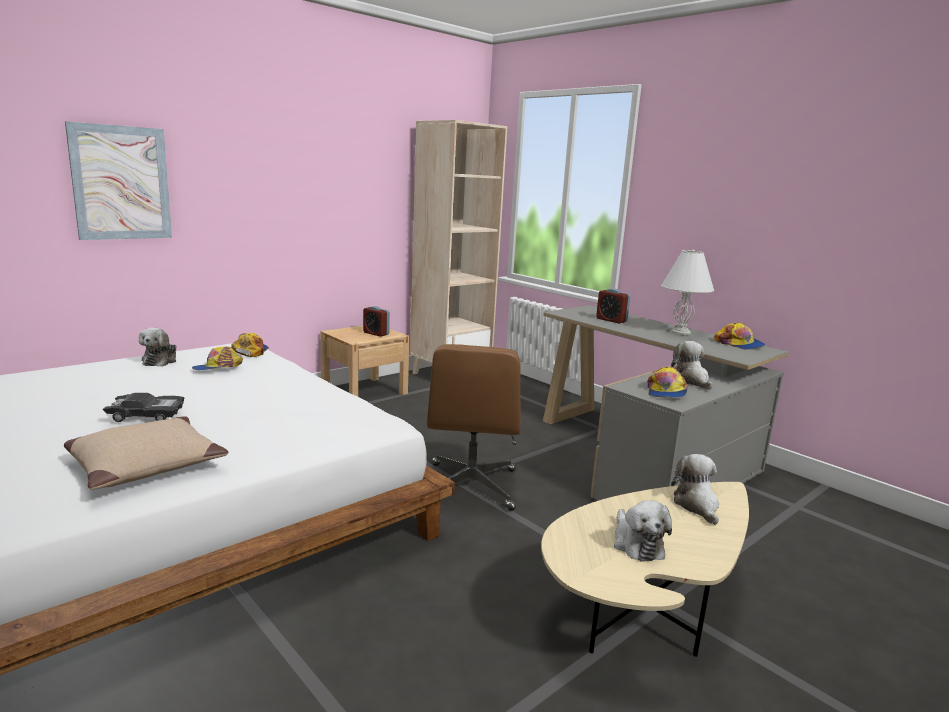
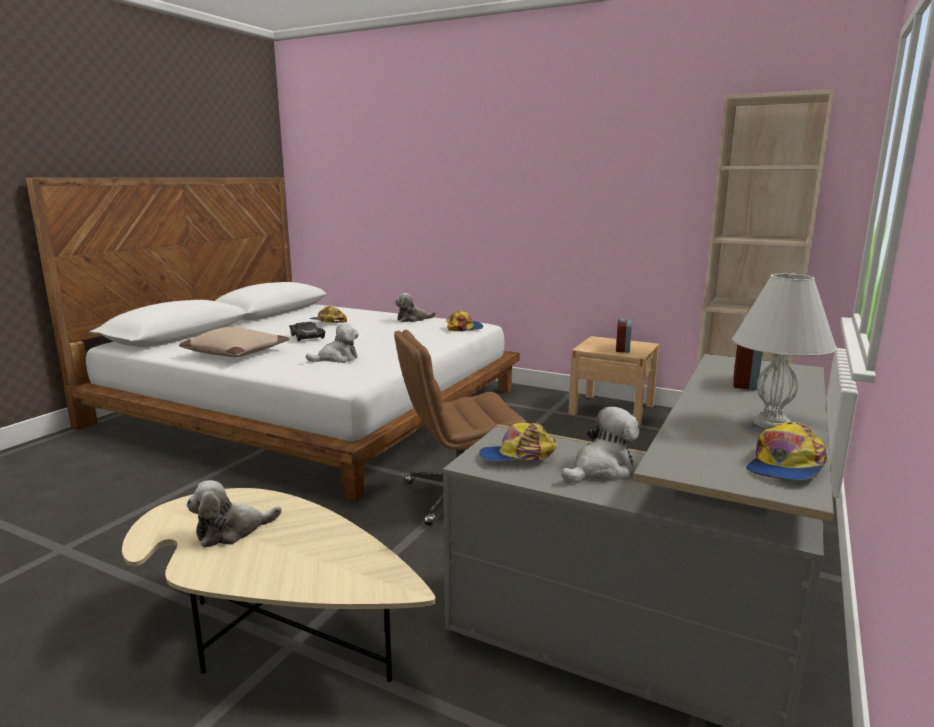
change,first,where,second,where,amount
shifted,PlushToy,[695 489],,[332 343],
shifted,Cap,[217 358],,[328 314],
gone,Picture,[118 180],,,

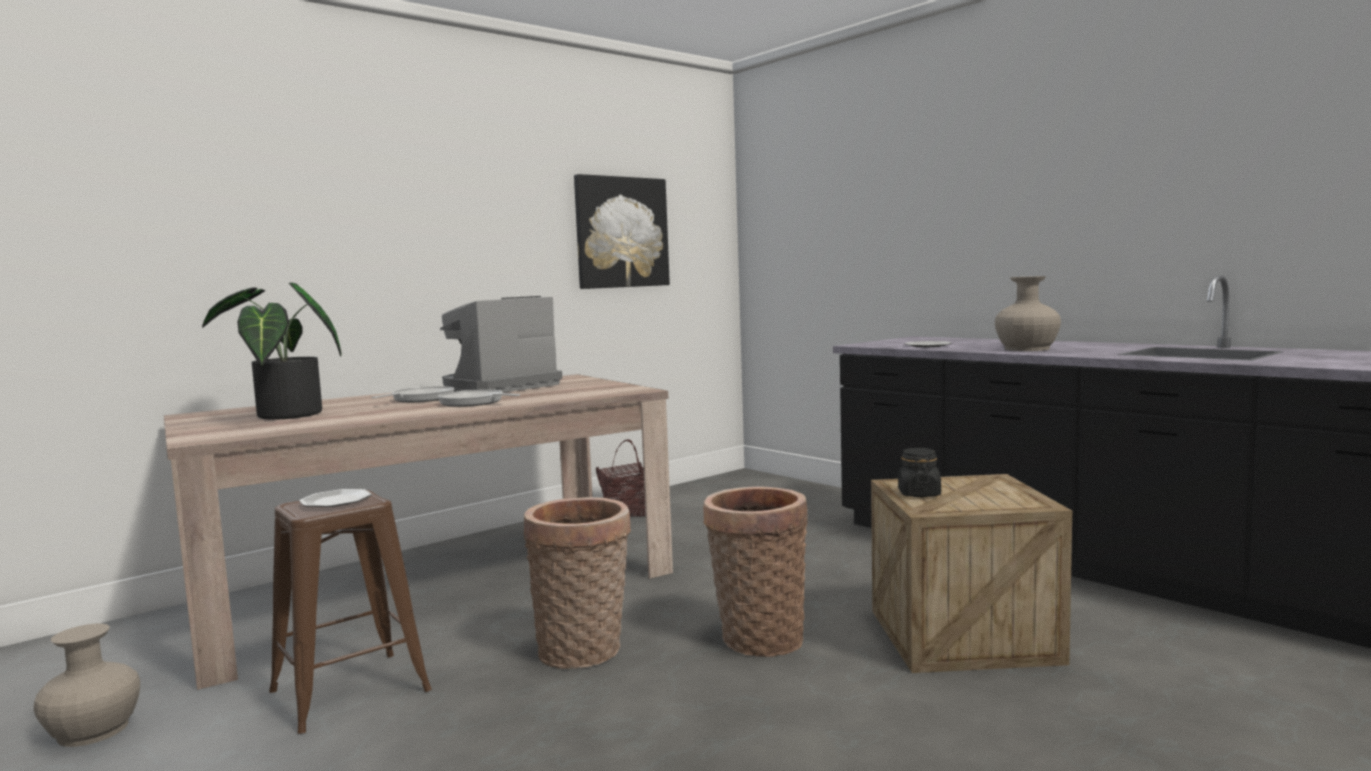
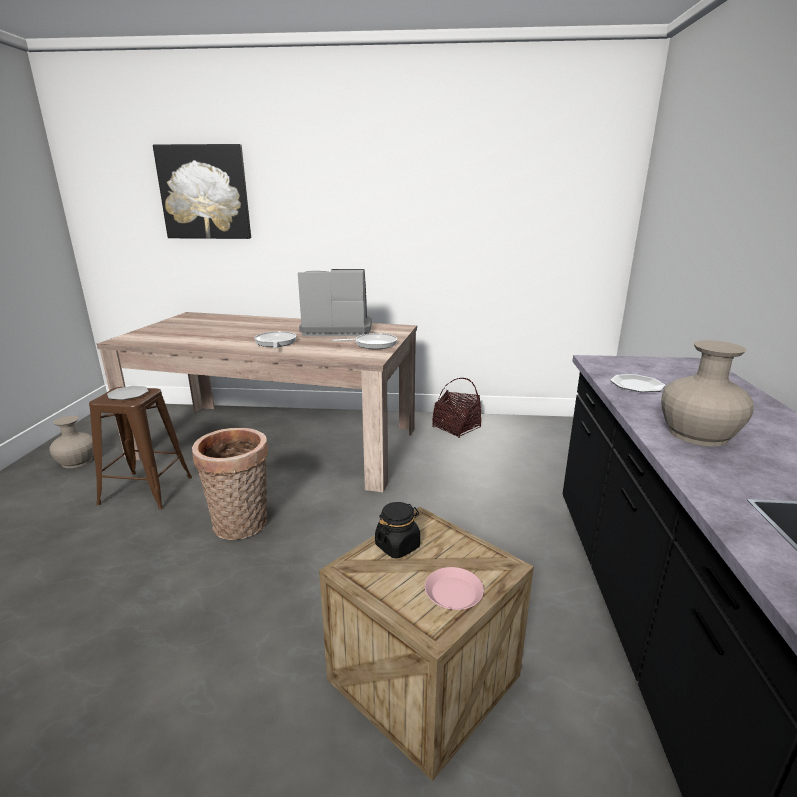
change,first,where,second,where,amount
shifted,Picture,[622 231],,[202 191],
shifted,FryingPan,[412 394],,[365 341],
new,,,PinkPlate,[454 588],
gone,PottedPlant,[271 351],,,
gone,Basket,[755 571],,,

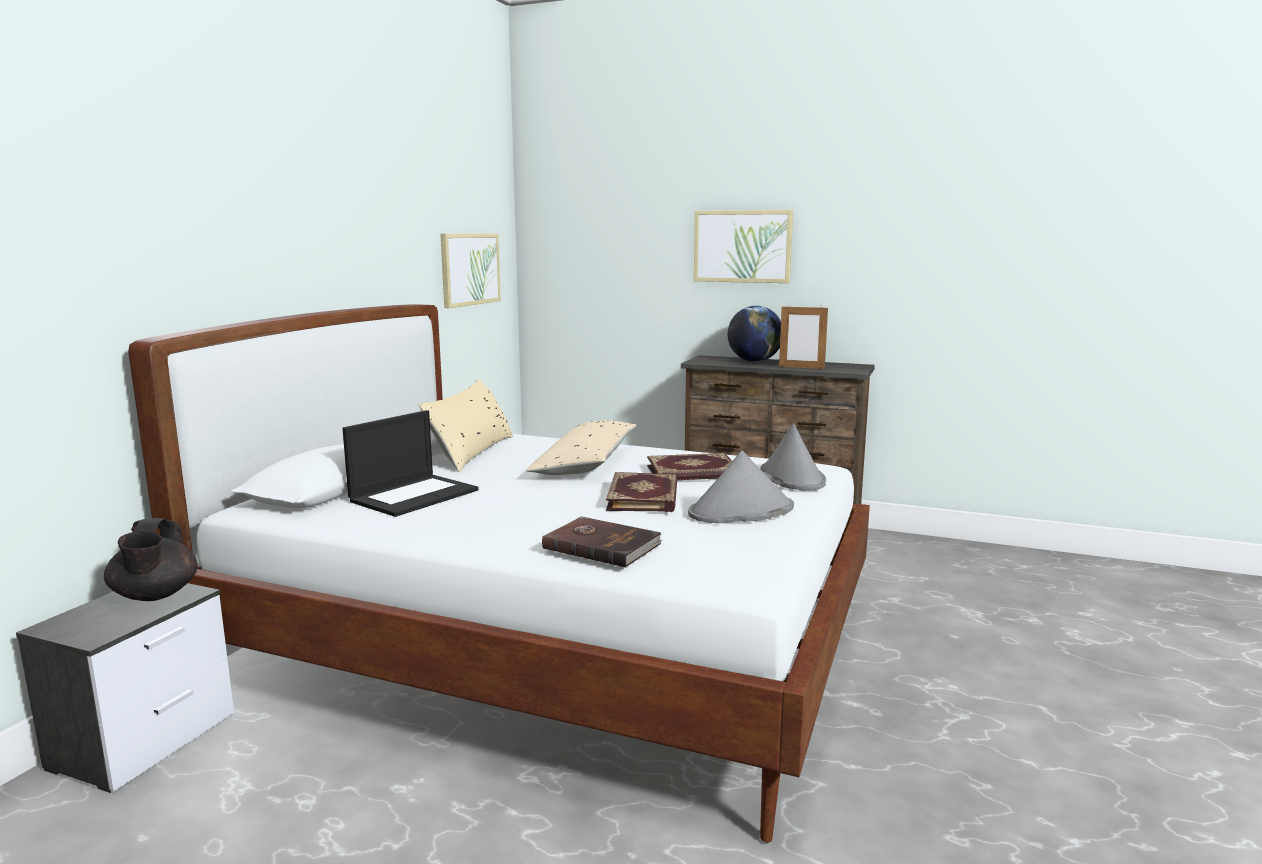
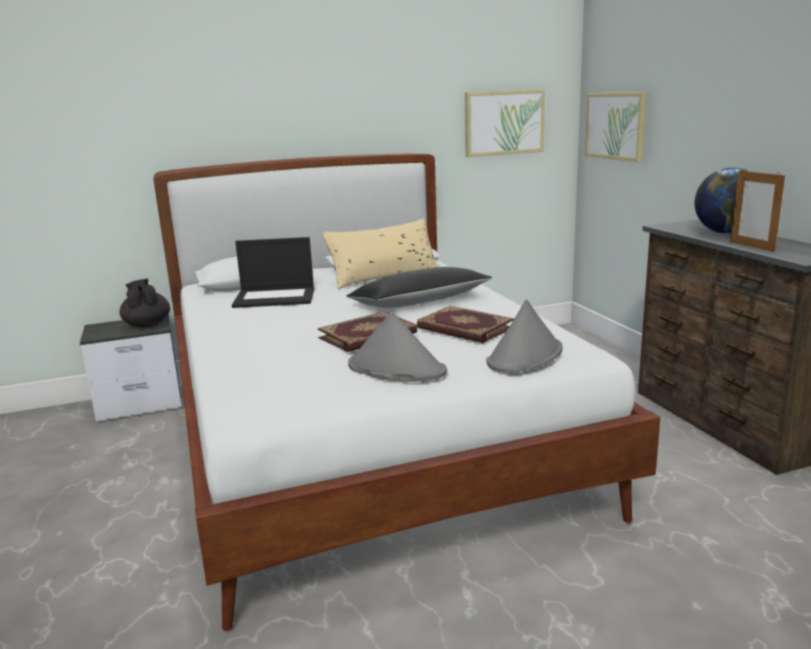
change,first,where,second,where,amount
rotated,BlackTeapot,[150 559],,[144 303],120 degrees clockwise
repainted,BeigePillow,[581 447],BlackPillow,[419 287],
shifted,Picture,[743 246],,[616 127],
gone,BrownBook,[602 541],,,

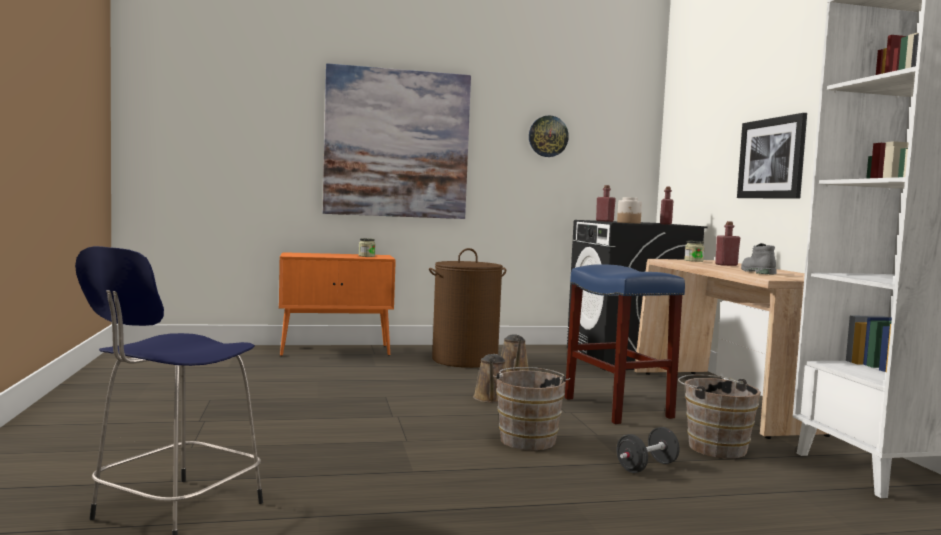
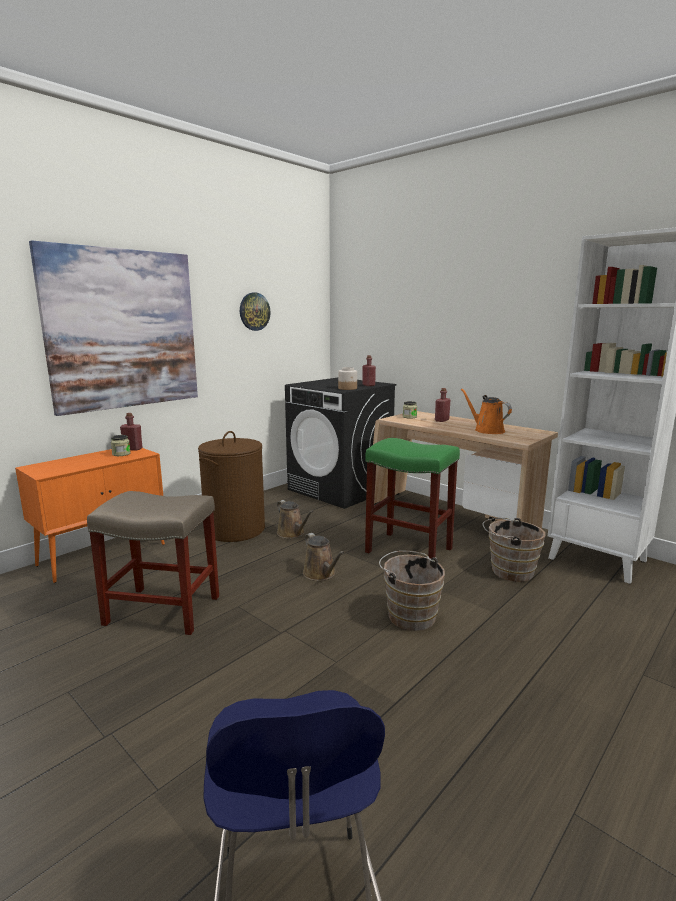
change,first,where,second,where,amount
new,,,BeigeStool,[153 563],
shifted,RedBottle,[606 203],,[131 432],
repainted,BlueStool,[625 344],GreenStool,[412 498],
swapped,GreyBoot,[759 258],OrangeWateringCan,[486 411],
gone,BlackDumbbell,[648 450],,,
gone,Picture,[772 155],,,

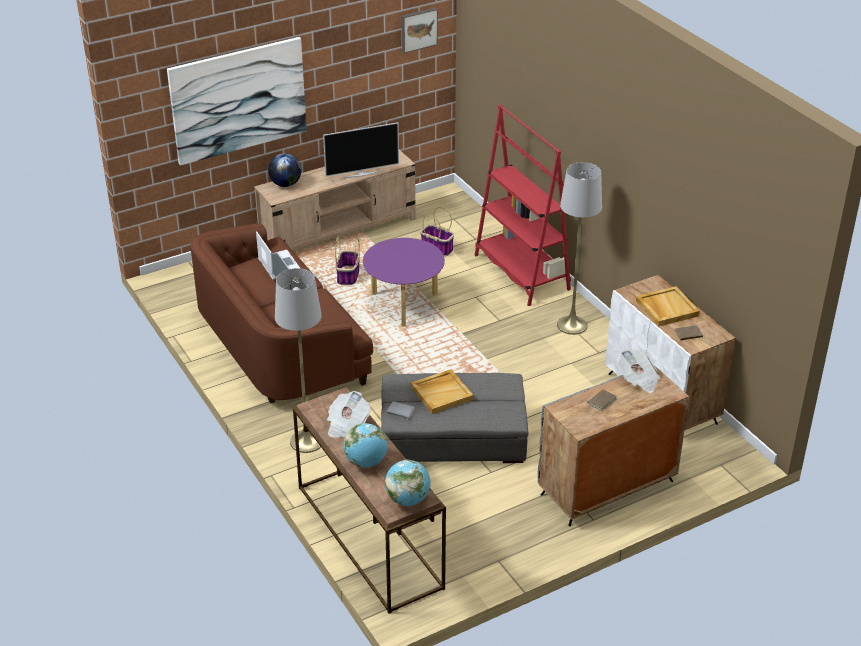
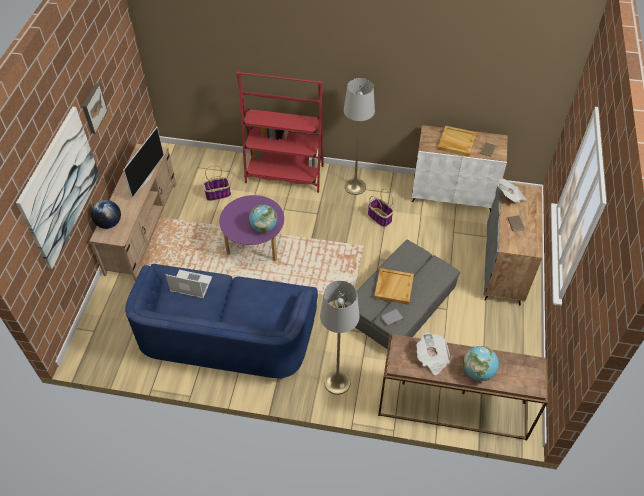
change,first,where,second,where,amount
shifted,Picture,[419 30],,[95 108],
repainted,BrownSofa,[282 313],BlueSofa,[221 321],
shifted,Globe,[408 483],,[263 219],
shifted,Basket,[347 260],,[381 208],

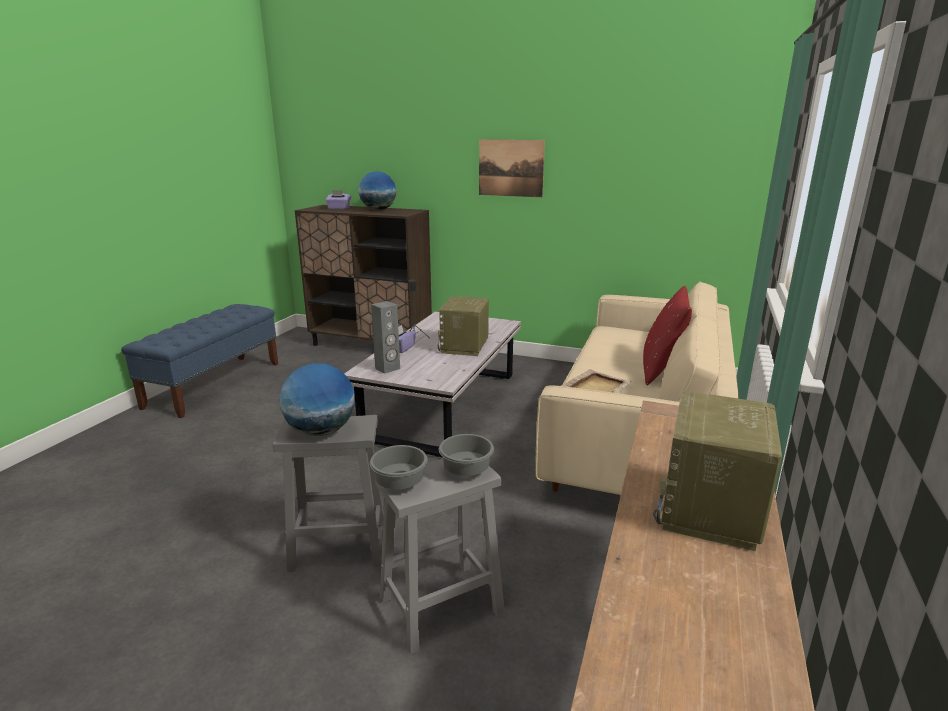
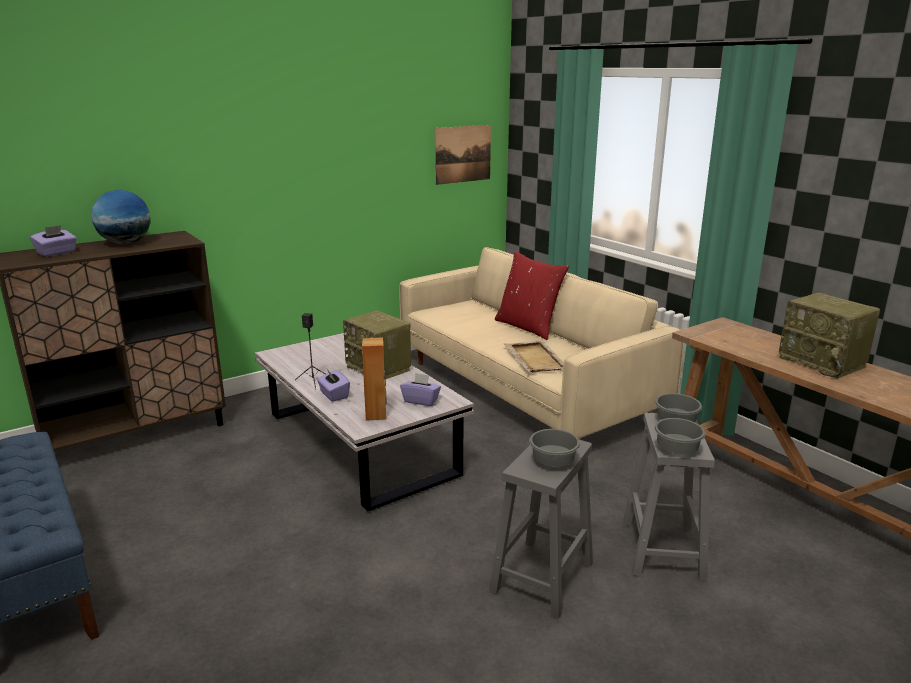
change,first,where,second,where,amount
repainted,GreySpeaker,[385 337],BrownSpeaker,[374 378],
new,,,PurpleTissueBox,[420 389],
shifted,Picture,[512 168],,[463 155],
swapped,Globe,[317 399],GreyBowl,[554 448],

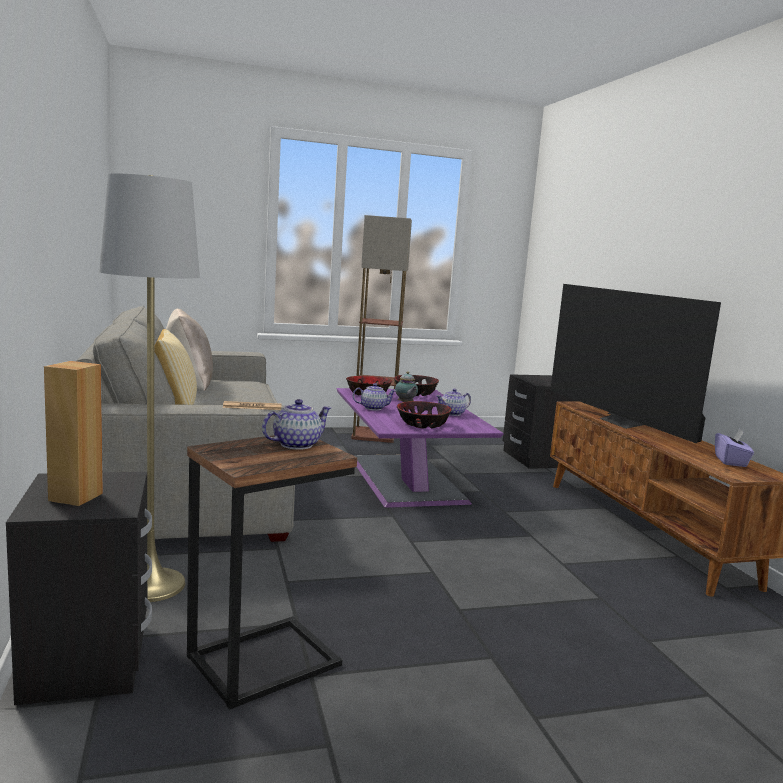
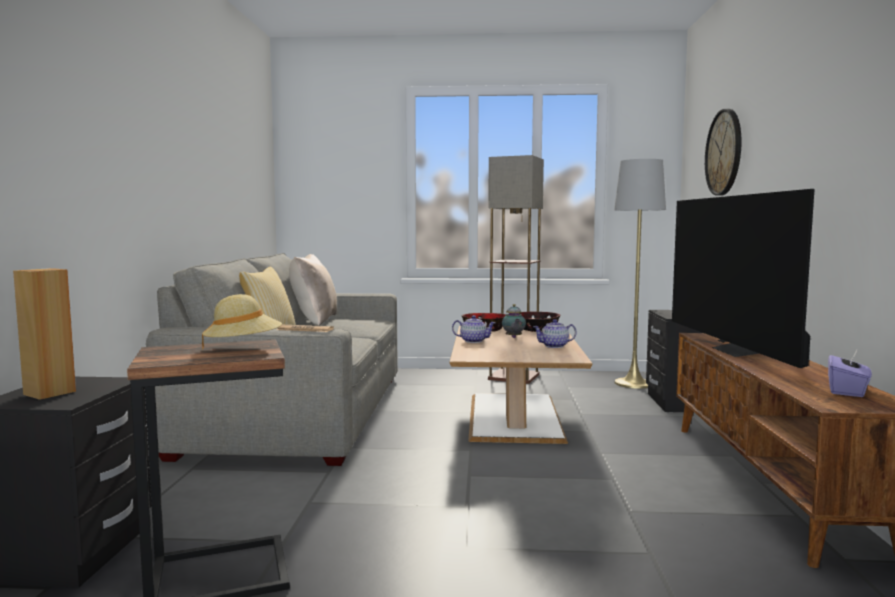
change,first,where,second,where,amount
swapped,Teapot,[296 424],BeigeHat,[242 322],
repainted,PurpleCoffeeTable,[420 448],BrownCoffeeTable,[521 385],
shifted,GreyFloorLamp,[149 387],,[640 274],
new,,,WallClock,[723 152],
gone,Bowl,[424 414],,,

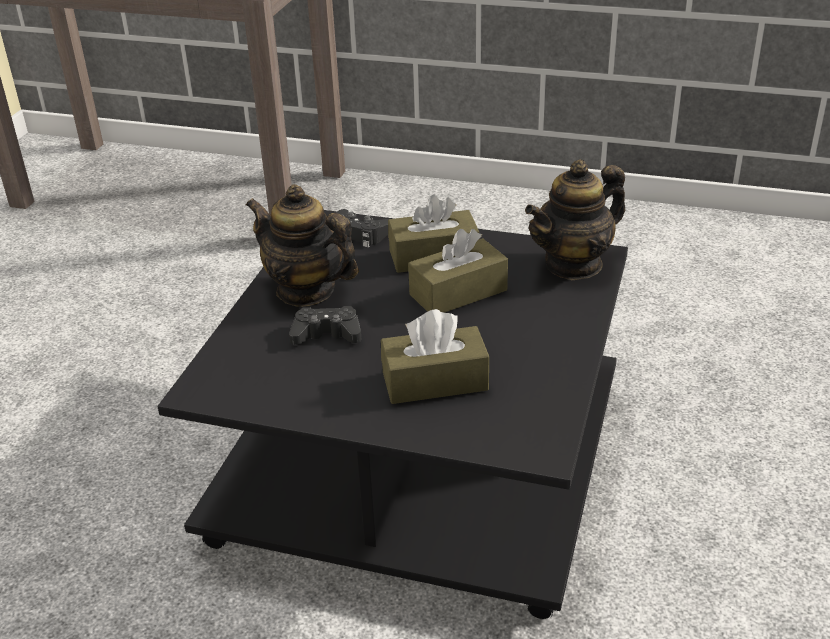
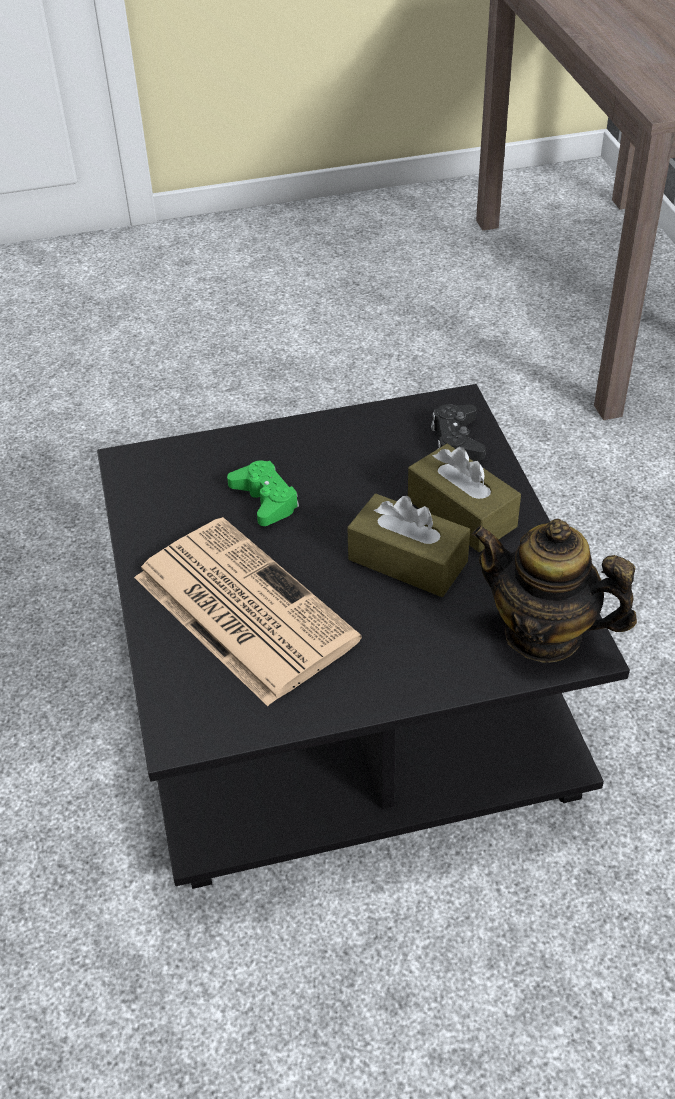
change,first,where,second,where,amount
swapped,BrownTissueBox,[435 356],Newspaper,[248 611],
repainted,BlackGameController,[325 325],GreenGameController,[263 493],
gone,Teapot,[302 245],,,

